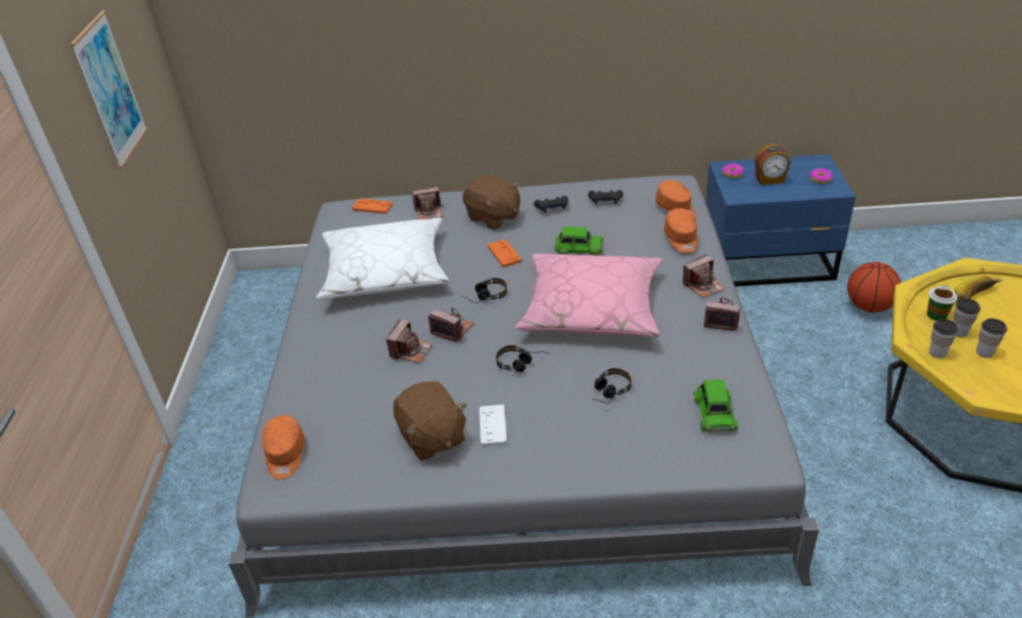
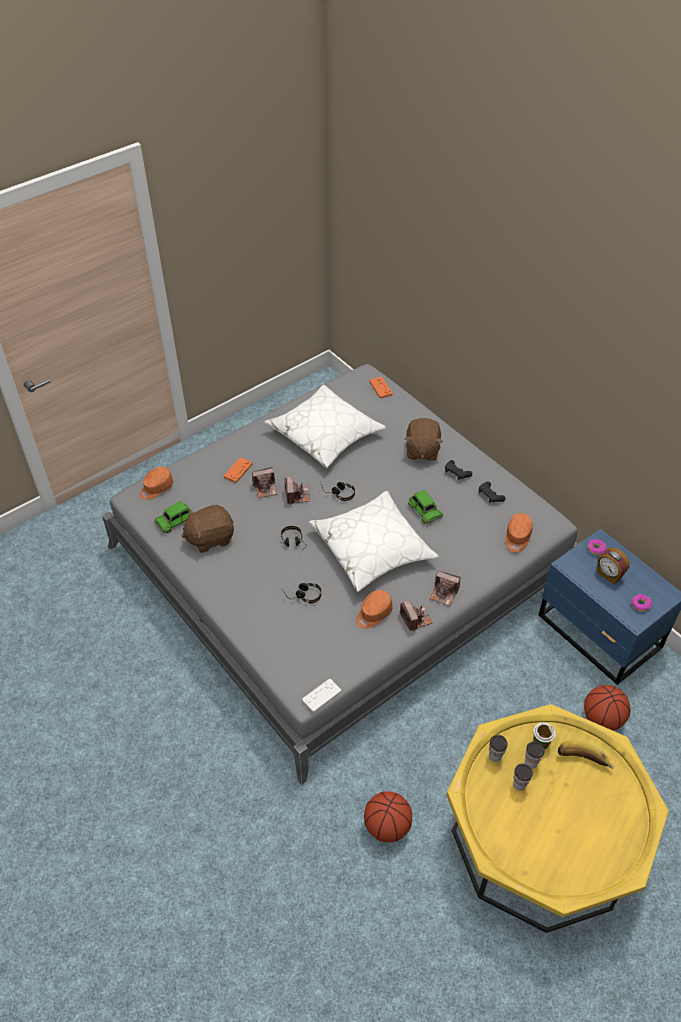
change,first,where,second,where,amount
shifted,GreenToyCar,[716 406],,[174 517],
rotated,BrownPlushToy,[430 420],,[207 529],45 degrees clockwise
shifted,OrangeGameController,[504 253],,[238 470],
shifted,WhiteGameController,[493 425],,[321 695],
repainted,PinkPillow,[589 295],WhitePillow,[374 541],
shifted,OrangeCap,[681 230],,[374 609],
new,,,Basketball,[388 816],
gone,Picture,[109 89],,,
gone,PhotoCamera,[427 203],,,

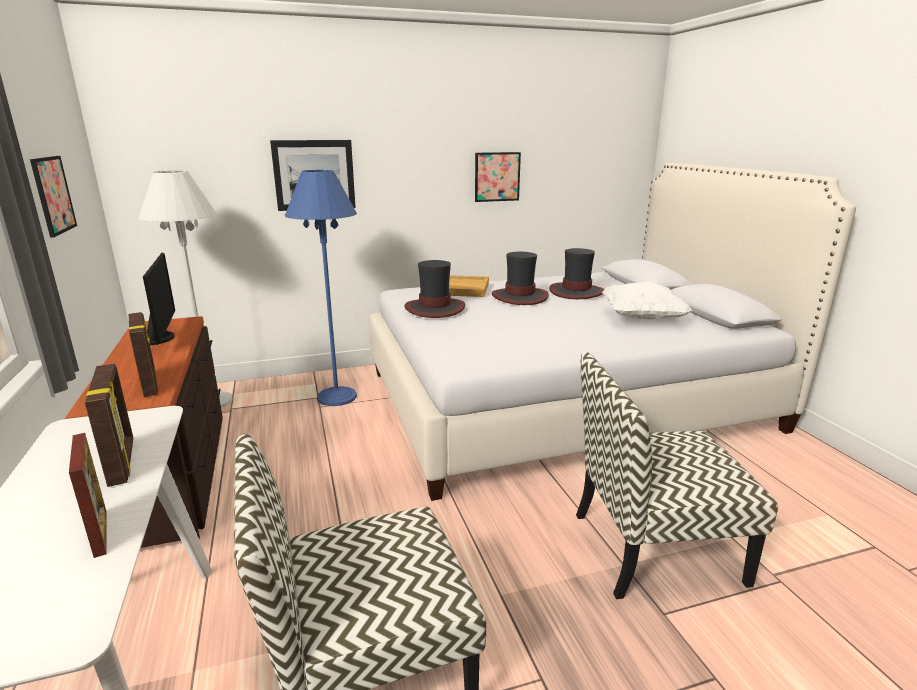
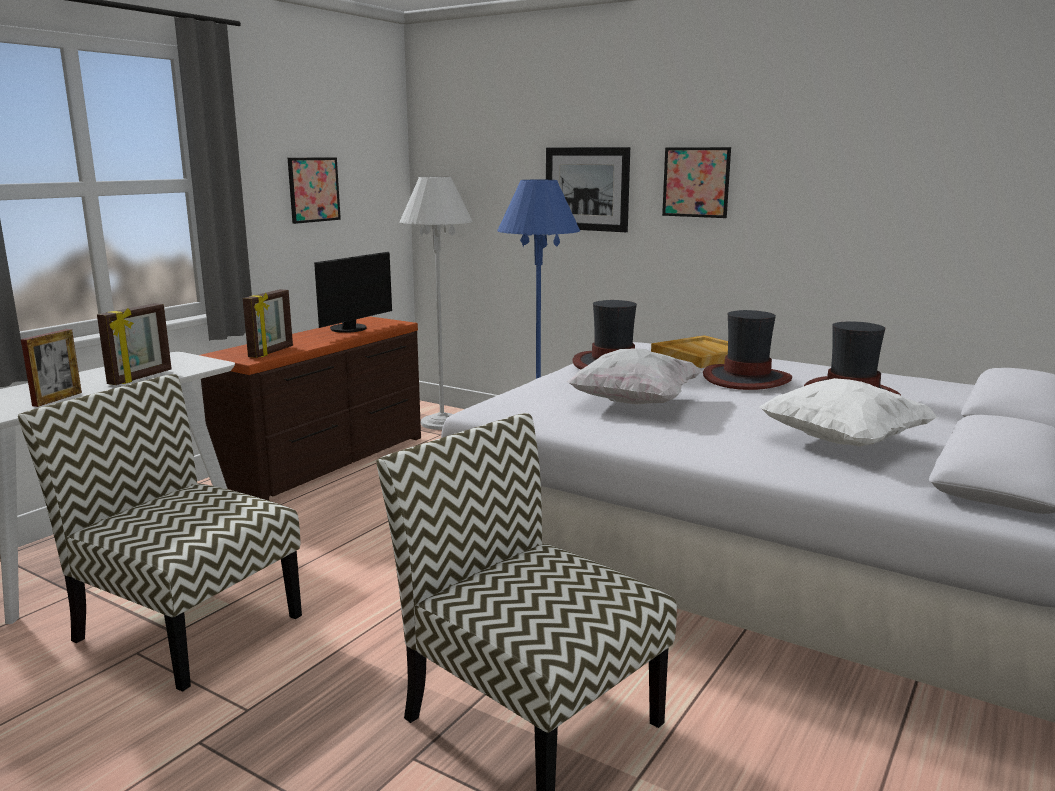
change,first,where,second,where,amount
new,,,WhitePillow,[635 376],
shifted,Picture,[498 177],,[696 182],

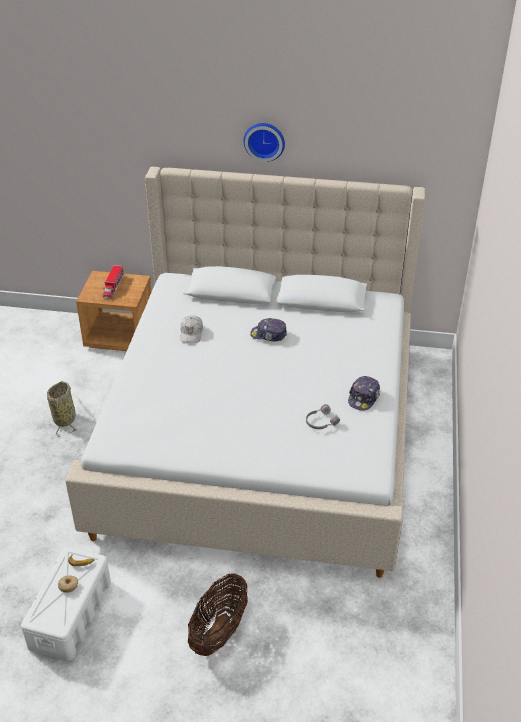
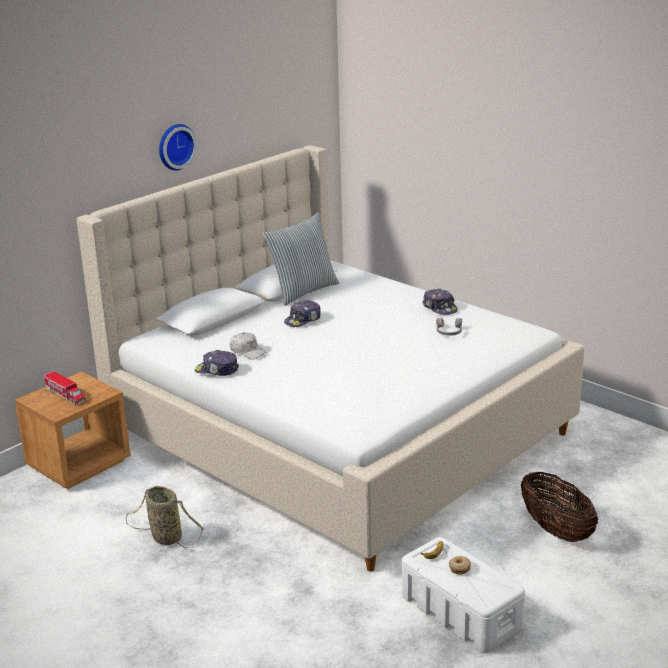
change,first,where,second,where,amount
new,,,Cap,[217 363],
new,,,Pillow,[301 259],

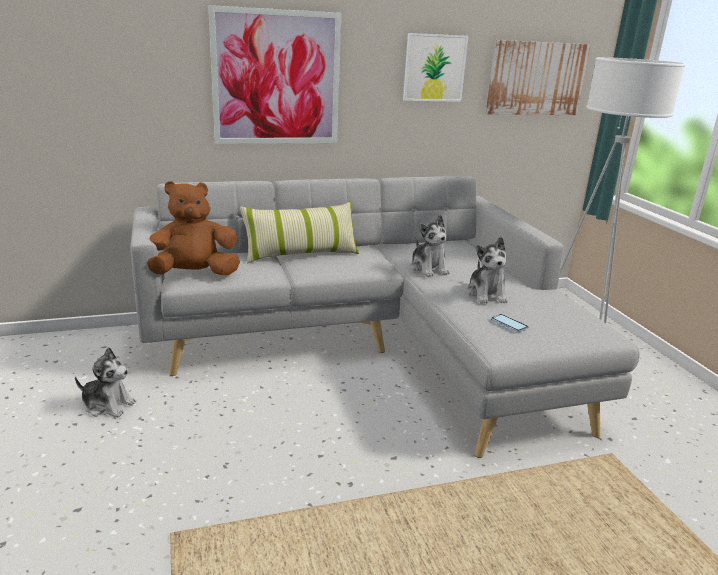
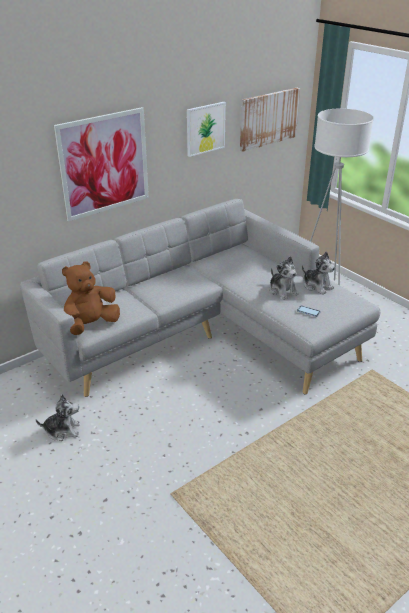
change,first,where,second,where,amount
shifted,PlushToy,[430 246],,[318 273],
gone,Pillow,[299 233],,,

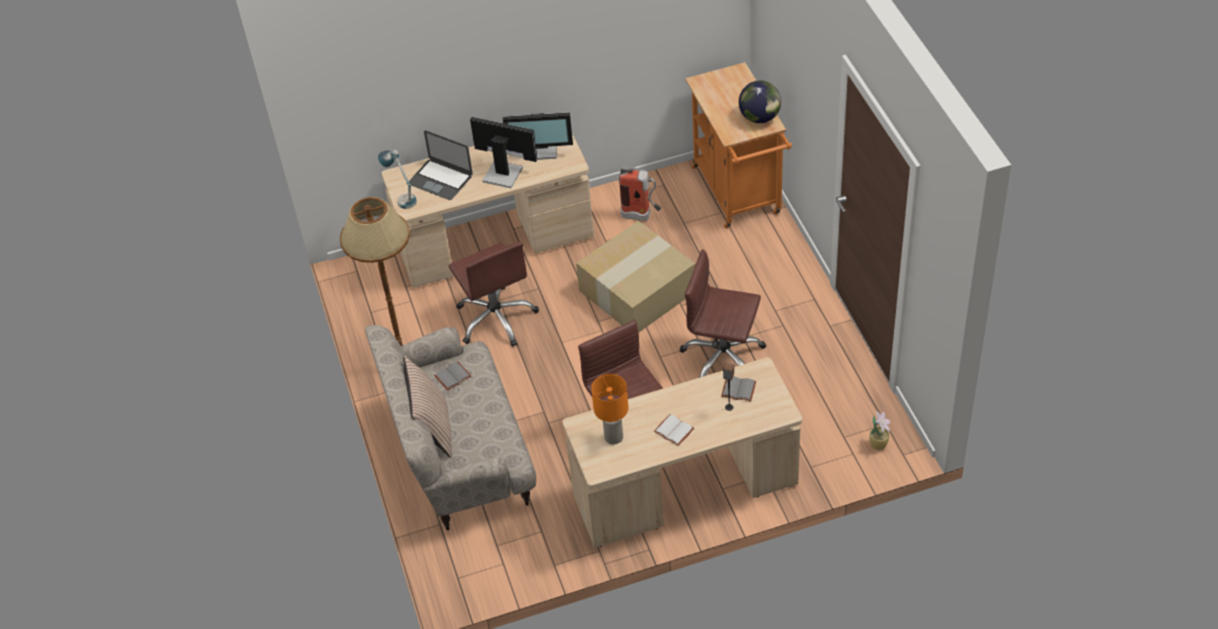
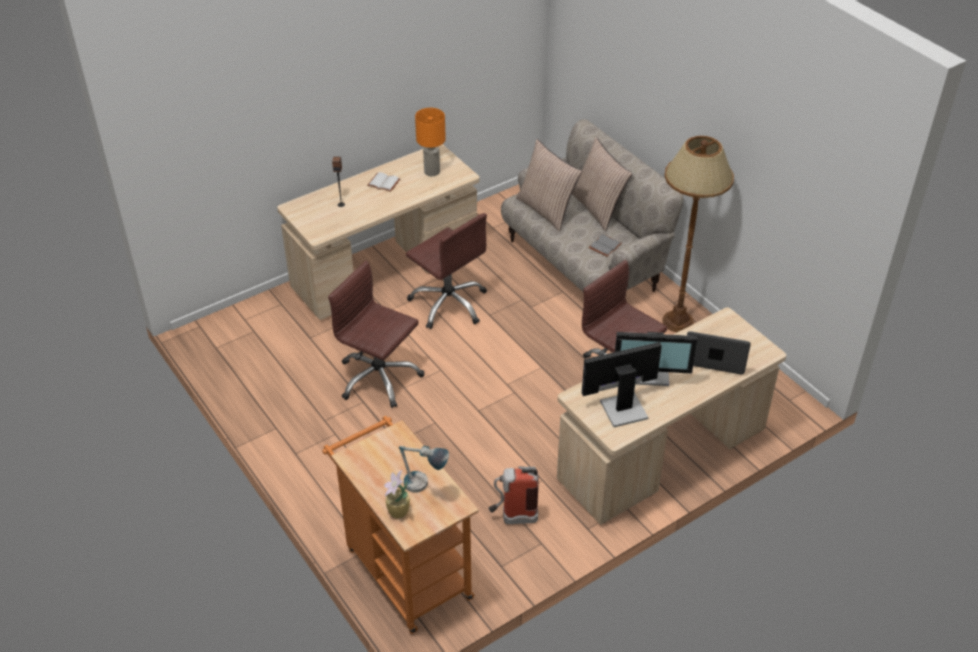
change,first,where,second,where,amount
rotated,BrownOfficeChair,[723 313],,[376 334],150 degrees counterclockwise
shifted,PottedPlant,[880 430],,[397 494],
shifted,TableLamp,[397 179],,[424 469],
new,,,Pillow,[549 185],
gone,CardboardBox,[635 276],,,
gone,GreyBook,[738 389],,,
gone,Globe,[760 102],,,

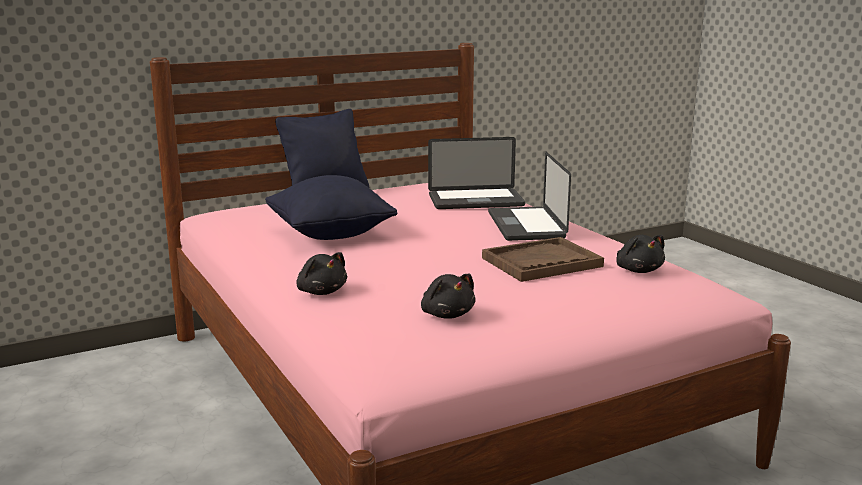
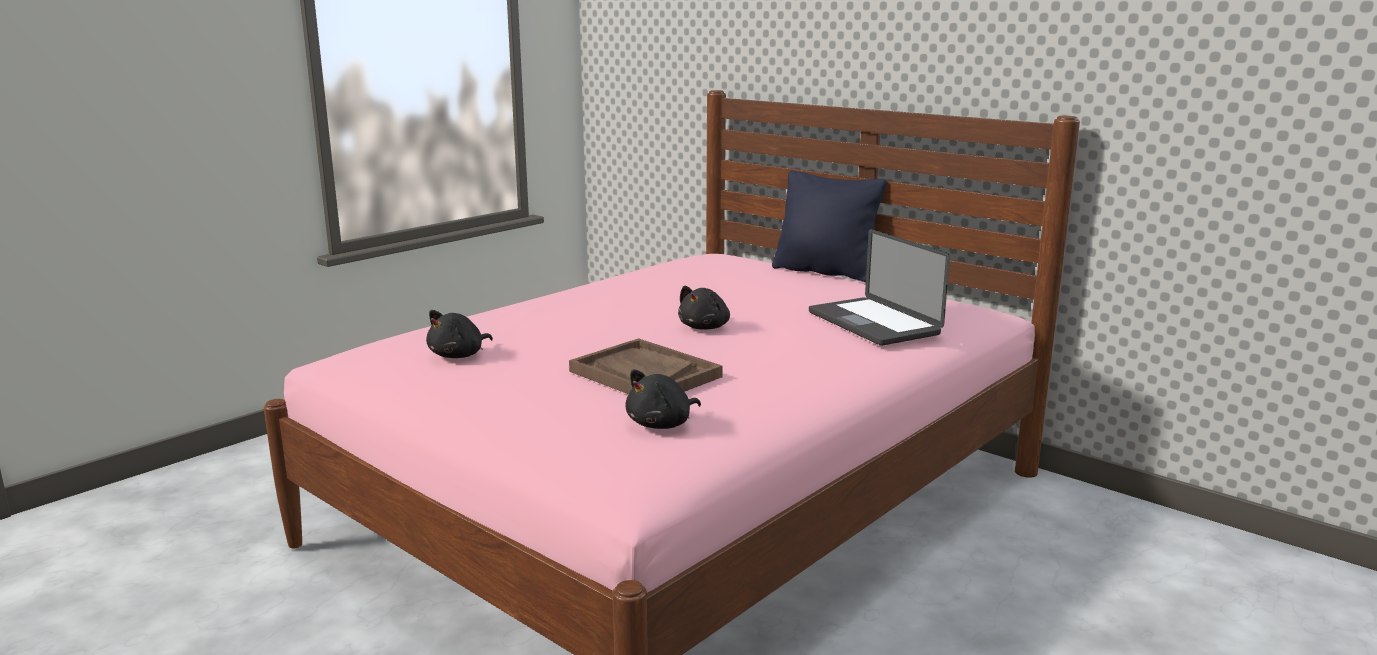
change,first,where,second,where,amount
shifted,BlackPlushToy,[321 273],,[704 308],
gone,BlackPillow,[331 207],,,
gone,Laptop,[529 196],,,

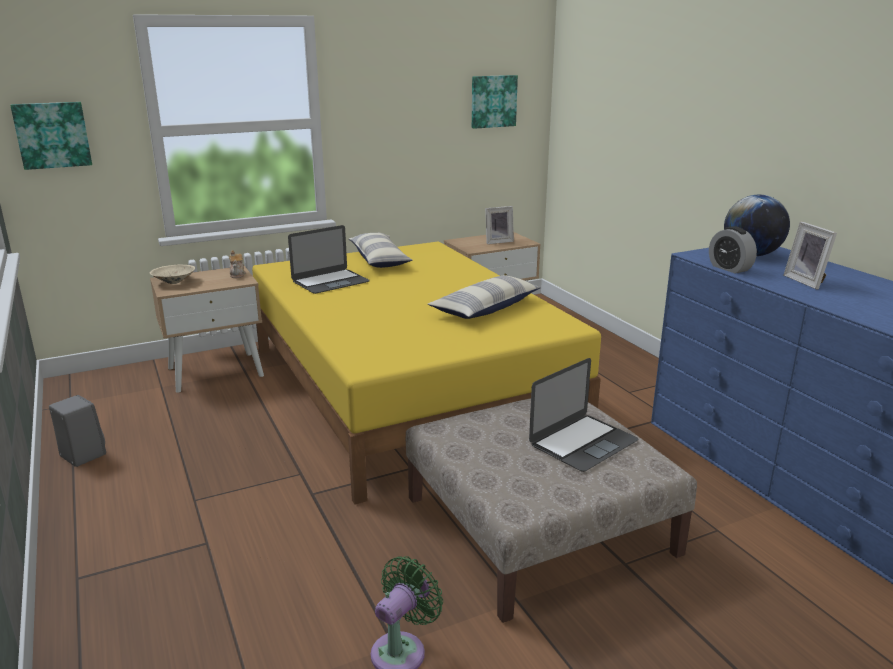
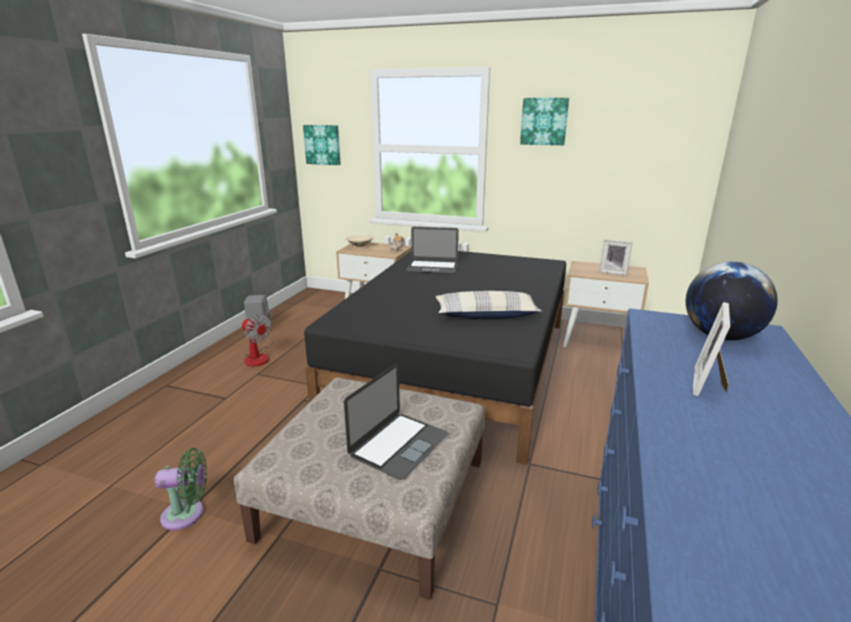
change,first,where,second,where,amount
new,,,Fan,[257 340],
repainted,YellowBed,[426 373],BlackBed,[435 358],
rotated,Laptop,[583 415],,[396 421],60 degrees counterclockwise
shifted,Picture,[495 102],,[544 121],
gone,Pillow,[381 250],,,
gone,AlarmClock,[733 250],,,

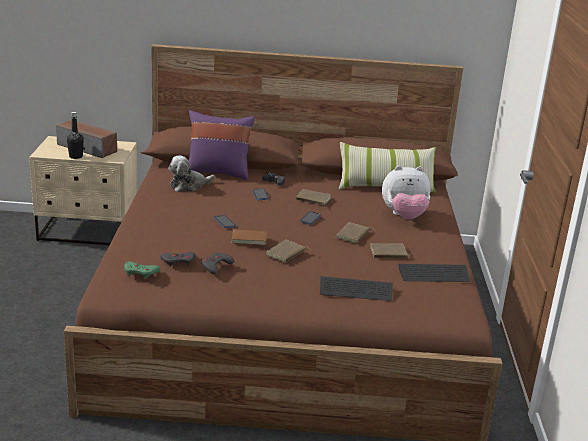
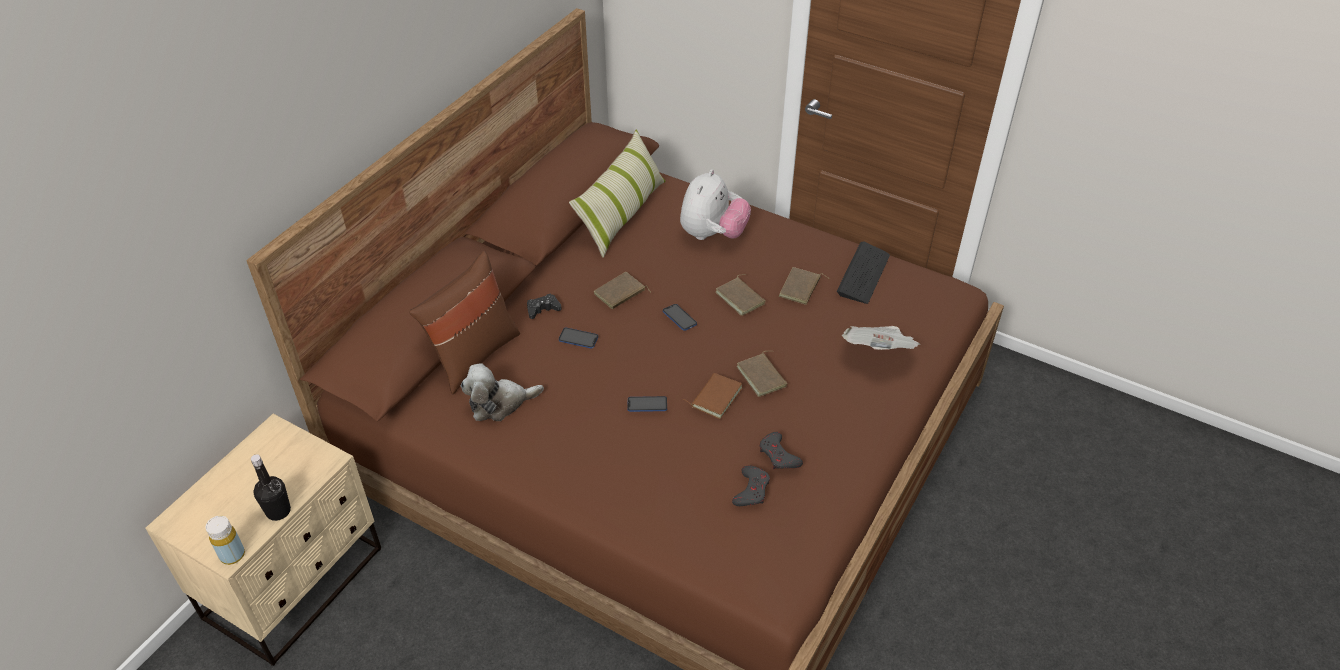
change,first,where,second,where,amount
new,,,YellowBottle,[225 540],
repainted,PurplePillow,[222 145],BrownPillow,[464 322],
rotated,PlushToy,[191 173],,[502 392],75 degrees clockwise
swapped,Keyboard,[356 288],Newspaper,[881 338],
gone,Speaker,[86 139],,,
gone,GreenGameController,[142 270],,,

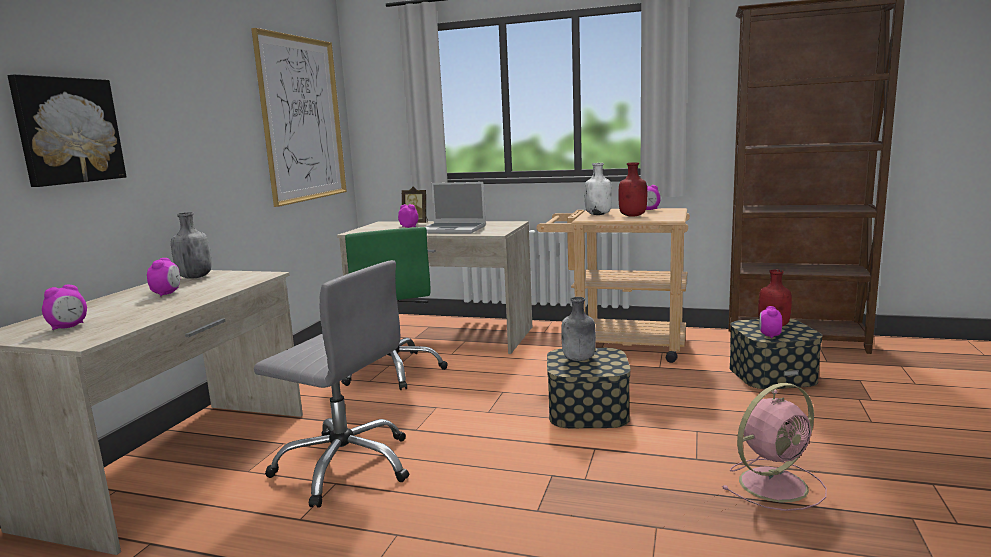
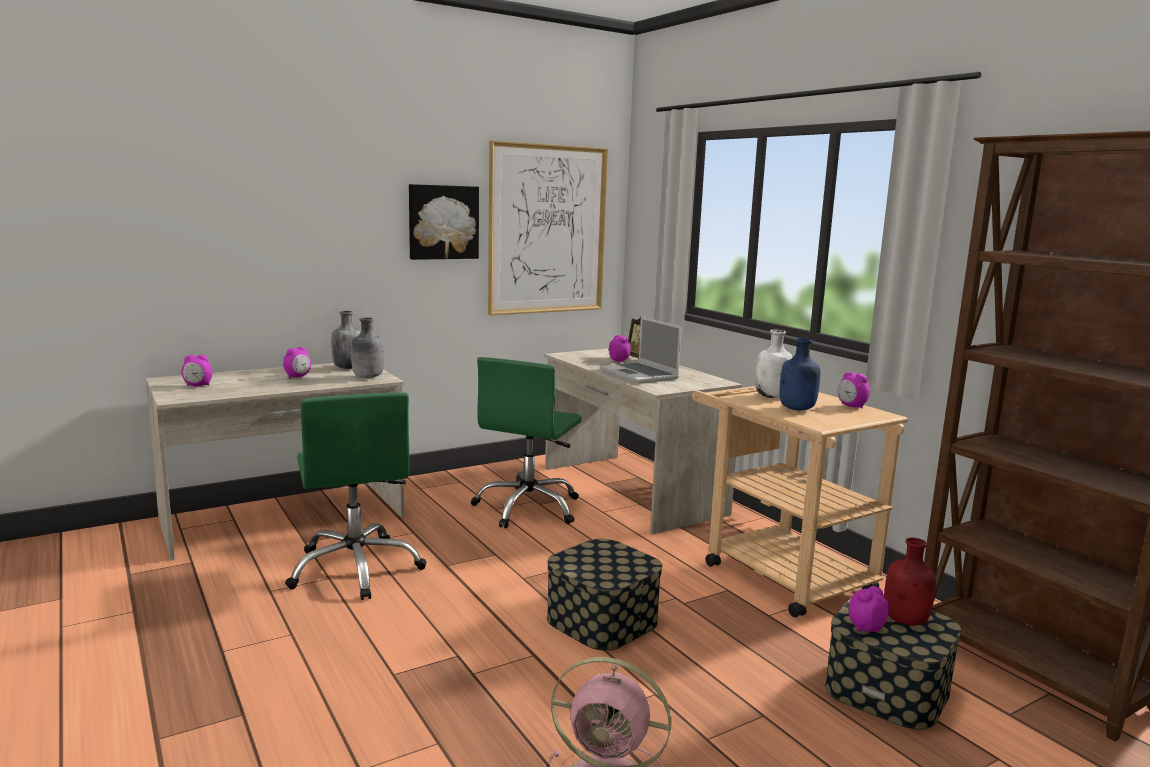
change,first,where,second,where,amount
repainted,GreyOfficeChair,[331 384],GreenOfficeChair,[355 496],
shifted,GreyBottle,[578 329],,[367 347],
shifted,Picture,[67 130],,[444 222],
repainted,RedBottle,[632 189],BlueBottle,[800 374],

